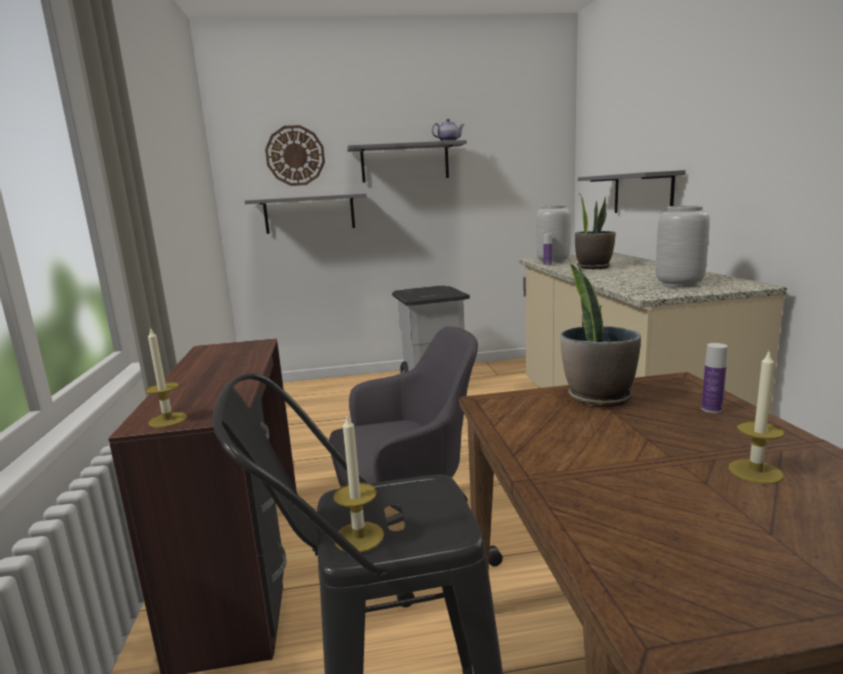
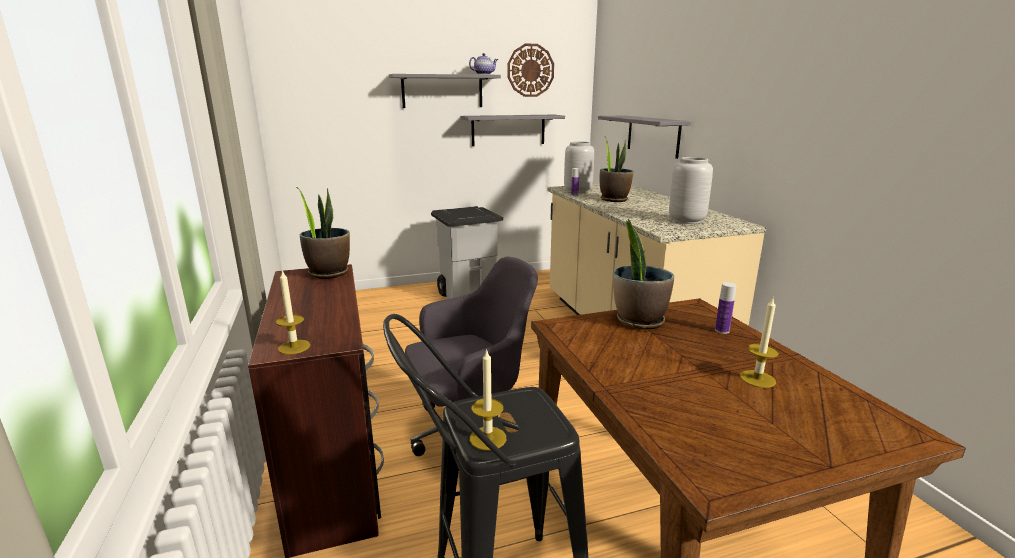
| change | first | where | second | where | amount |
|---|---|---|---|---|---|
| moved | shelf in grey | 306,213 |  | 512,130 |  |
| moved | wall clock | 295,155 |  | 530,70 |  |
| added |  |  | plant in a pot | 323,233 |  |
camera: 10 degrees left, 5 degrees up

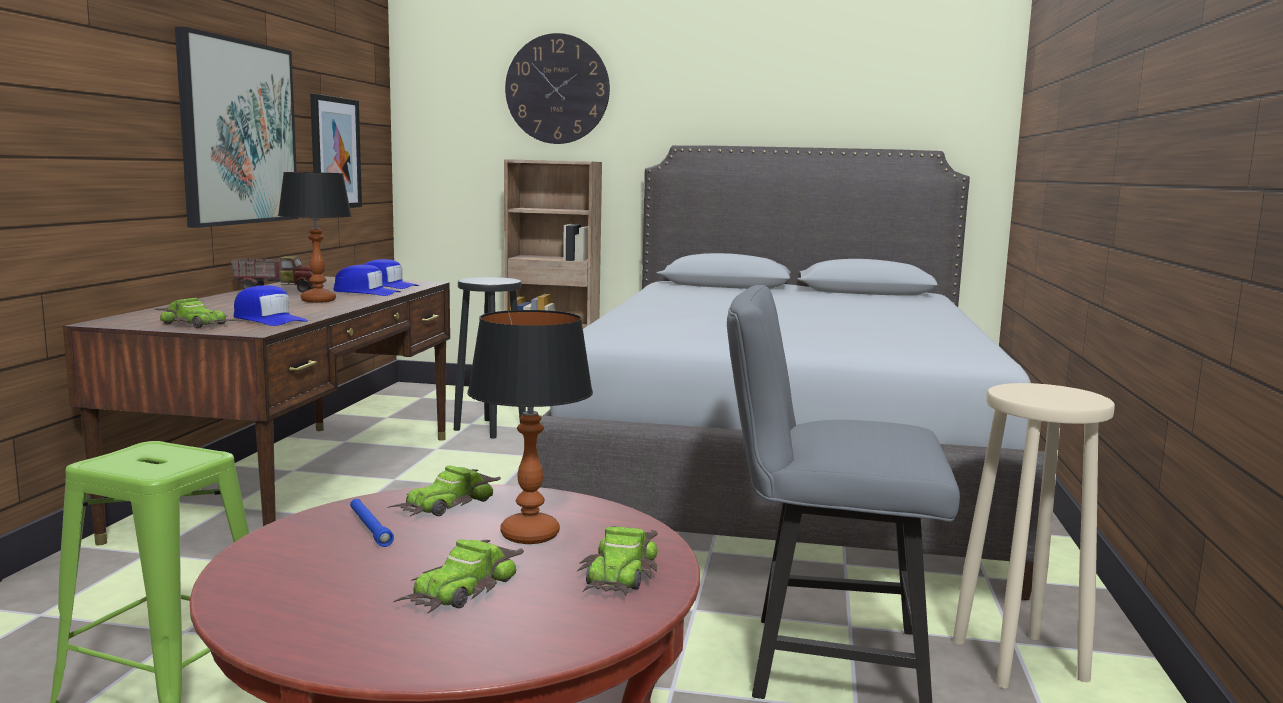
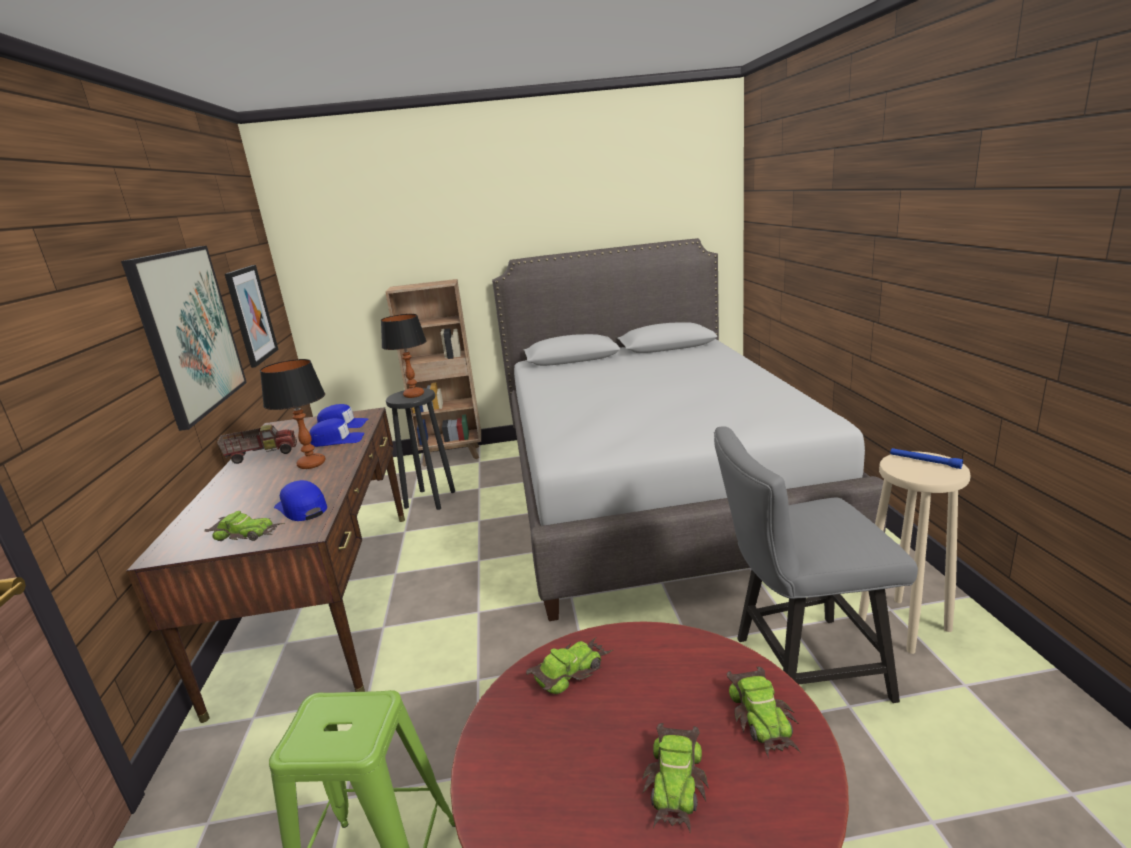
| change | first | where | second | where | amount |
|---|---|---|---|---|---|
| turned | peaked cap in bluish | 271,305 |  | 300,500 | 150 degrees counterclockwise |
| moved | flashlight in bluish | 372,523 |  | 926,458 |  |
| turned | miniature car | 444,491 |  | 569,666 | 150 degrees counterclockwise |
| moved | tabletop lamp | 530,427 |  | 403,356 |  |
| removed | wall clock | 557,88 |  |  |  |
camera: 15 degrees left, 10 degrees up

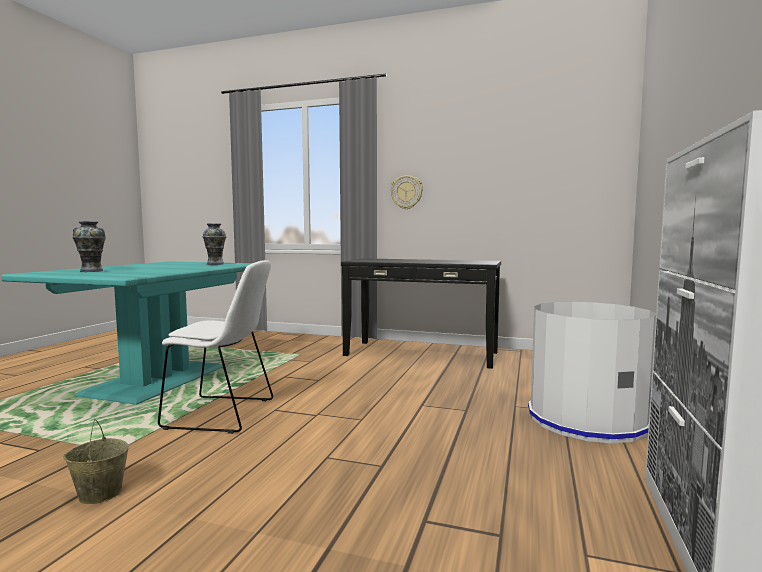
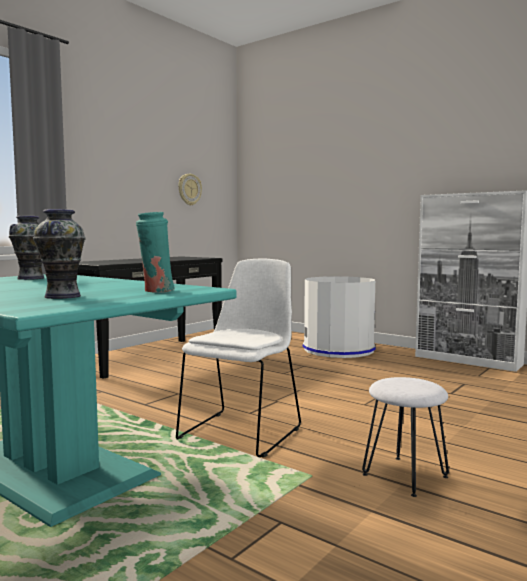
| change | first | where | second | where | amount |
|---|---|---|---|---|---|
| replaced | water bucket in beige-coloured | 96,461 | sitting stool in whitish | 405,437 |  |
| moved | wall clock | 406,192 |  | 190,190 |  |
| added |  |  | decorative vase in turquoise-coloured | 155,252 |  |
camera: 70 degrees left, 0 degrees up

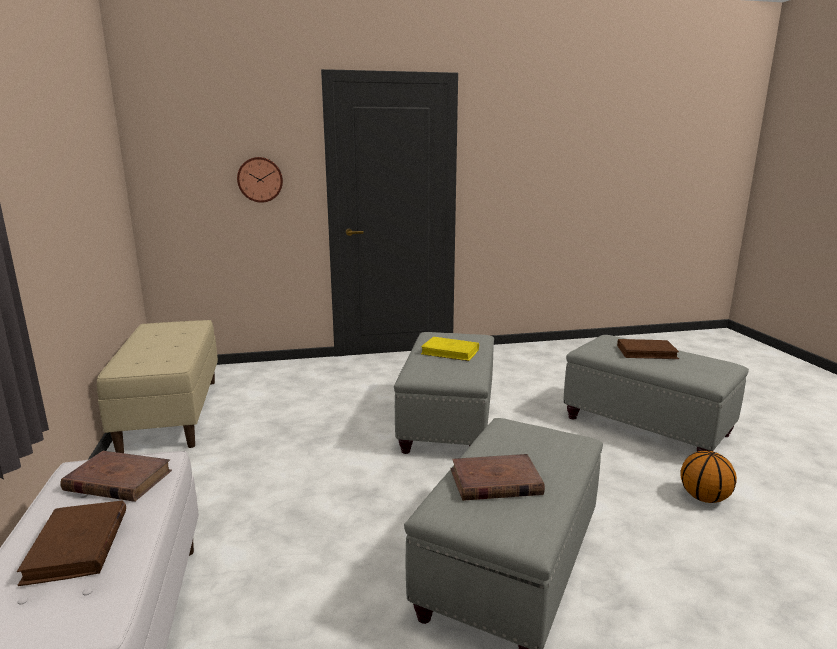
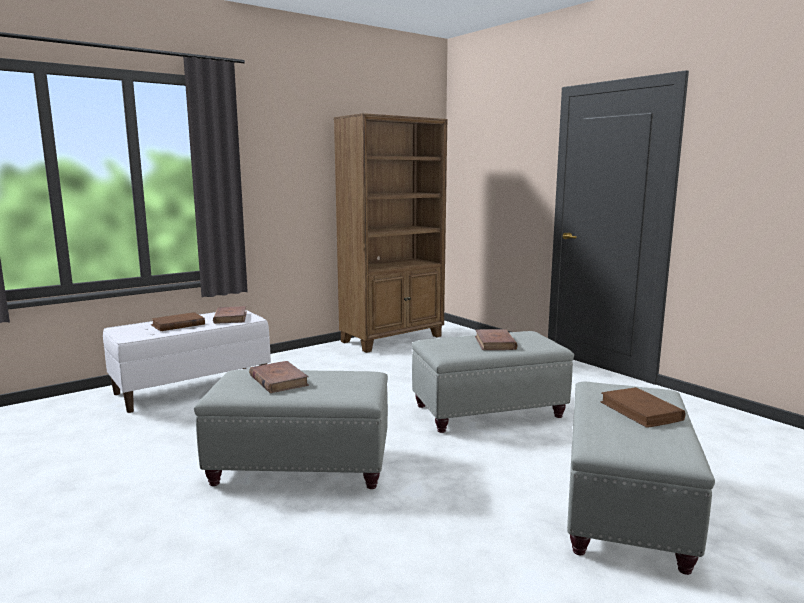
| change | first | where | second | where | amount |
|---|---|---|---|---|---|
| replaced | indoor bench in beige-coloured | 157,386 | bookcase in brownish | 390,233 |  |
| removed | wall clock | 260,180 |  |  |  |
| recoloured | book in yellowish | 450,349 | book in brownish | 496,339 |  |
| removed | ball for basketball | 708,477 |  |  |  |
camera: 65 degrees right, 5 degrees down

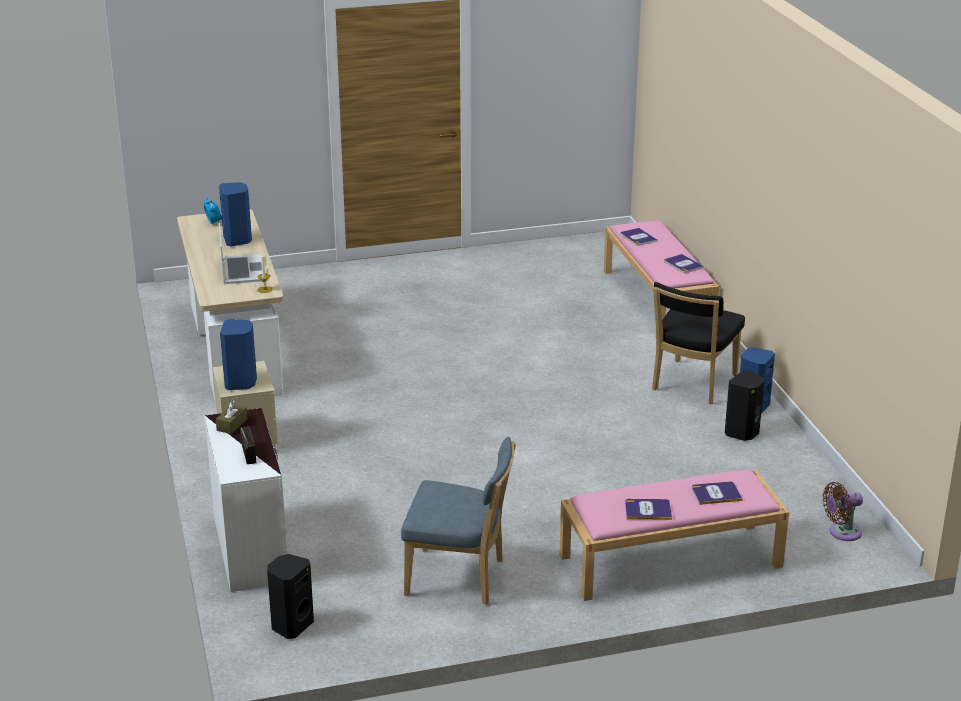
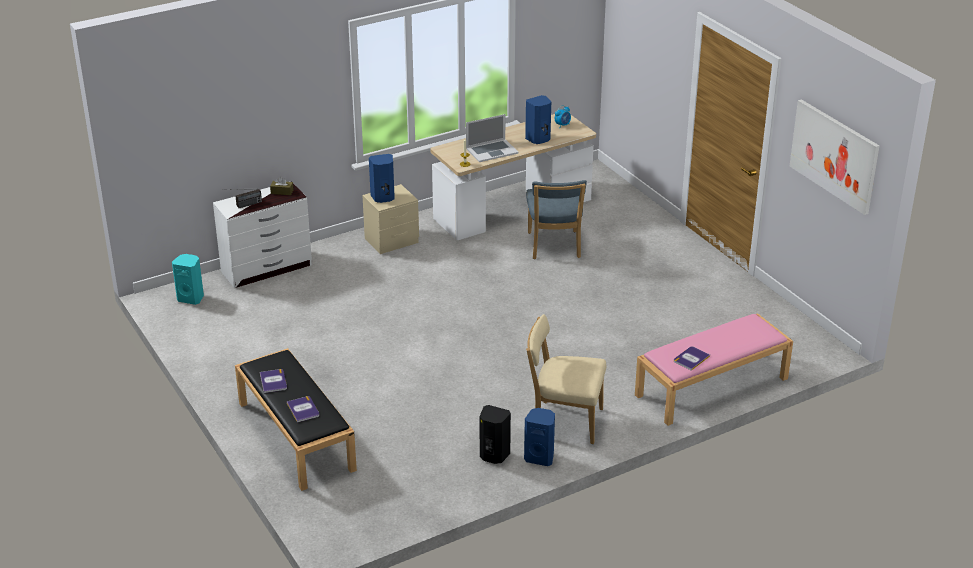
| change | first | where | second | where | amount |
|---|---|---|---|---|---|
| recoloured | speaker in blackish | 290,596 | speaker in turquoise-coloured | 188,279 |  |
| moved | upright chair in bluish | 458,521 |  | 556,219 |  |
| recoloured | indoor bench in pinkish | 674,535 | indoor bench in blackish | 296,419 |  |
| removed | book | 638,237 |  |  |  |
| recoloured | upright chair in blackish | 698,343 | upright chair in beige-coloured | 566,379 |  |
| removed | cooling fan in brownish | 843,511 |  |  |  |
| added |  |  | picture | 834,157 |  |
camera: 75 degrees right, 5 degrees up

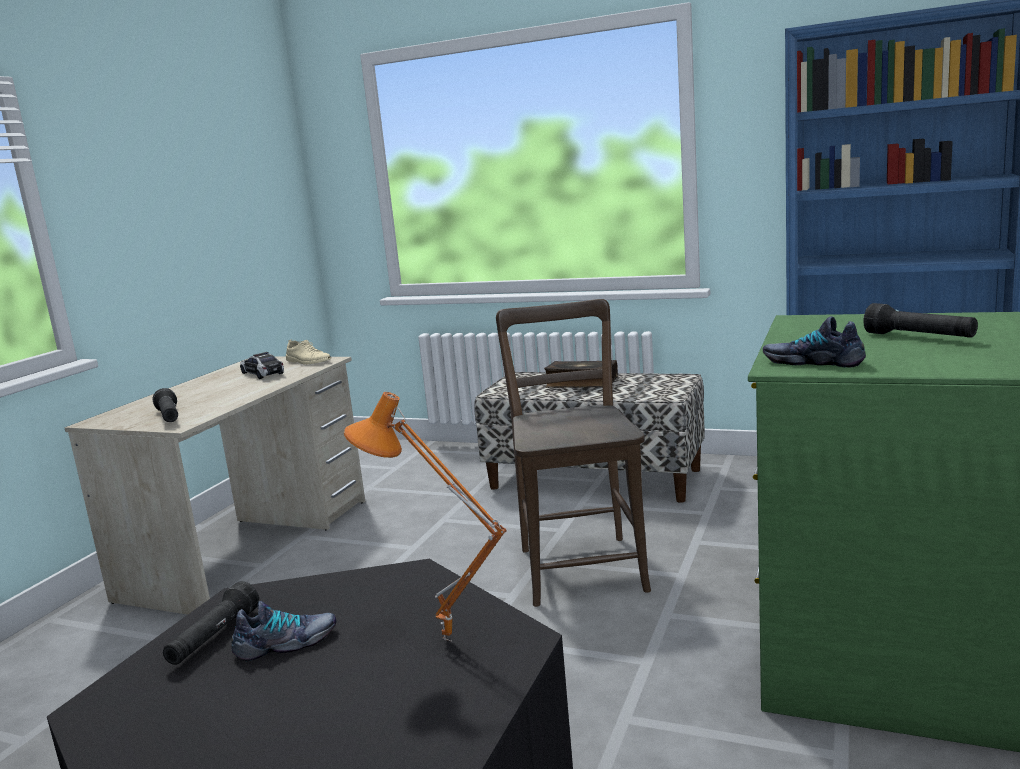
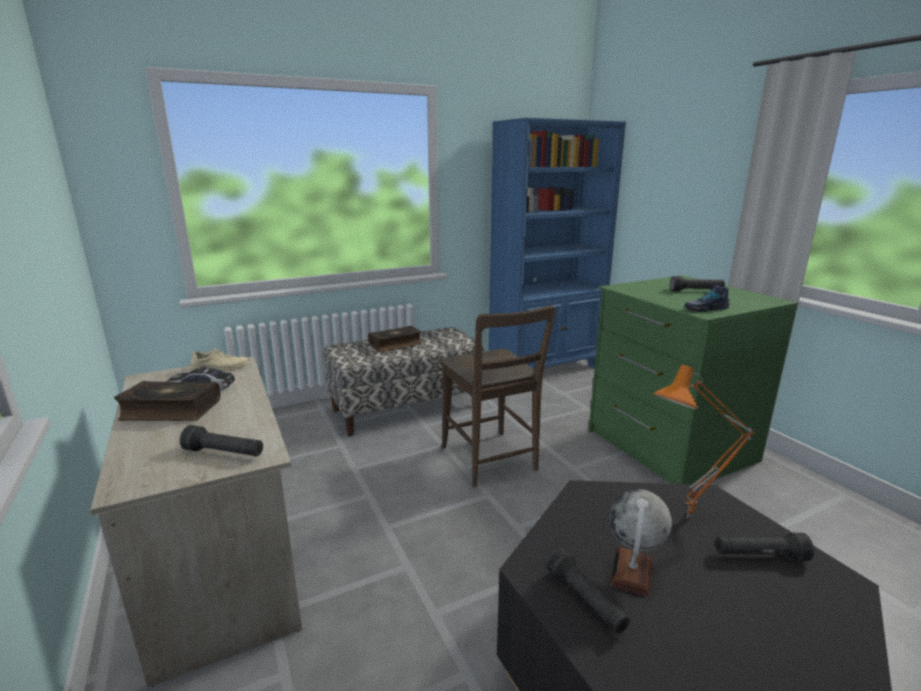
| change | first | where | second | where | amount |
|---|---|---|---|---|---|
| replaced | low shoe | 283,631 | world globe | 640,543 |  |
| turned | upright chair in brownish | 573,453 |  | 498,396 | 150 degrees counterclockwise |
| added |  |  | book | 167,401 |  |
| added |  |  | flashlight in blackish | 764,547 |  |
camera: 50 degrees left, 5 degrees up

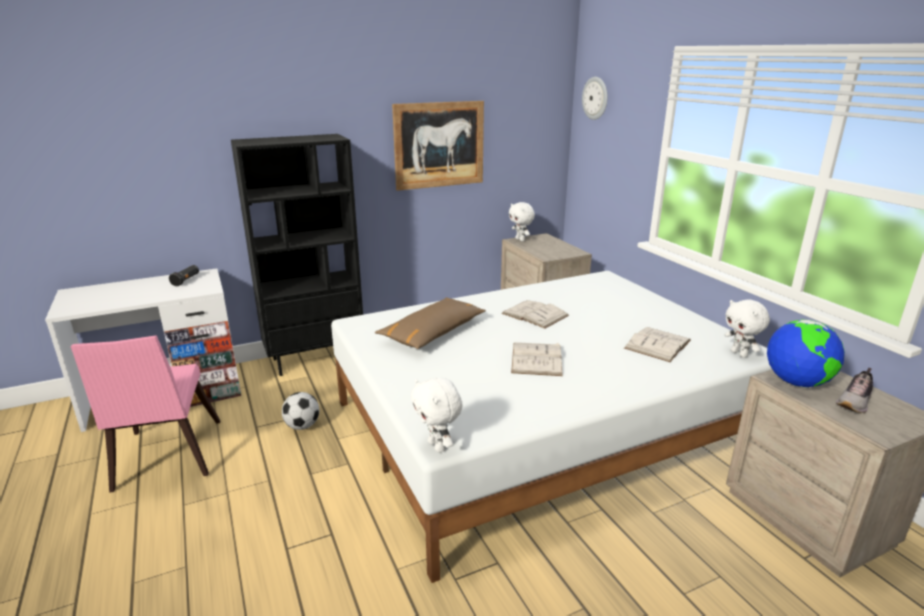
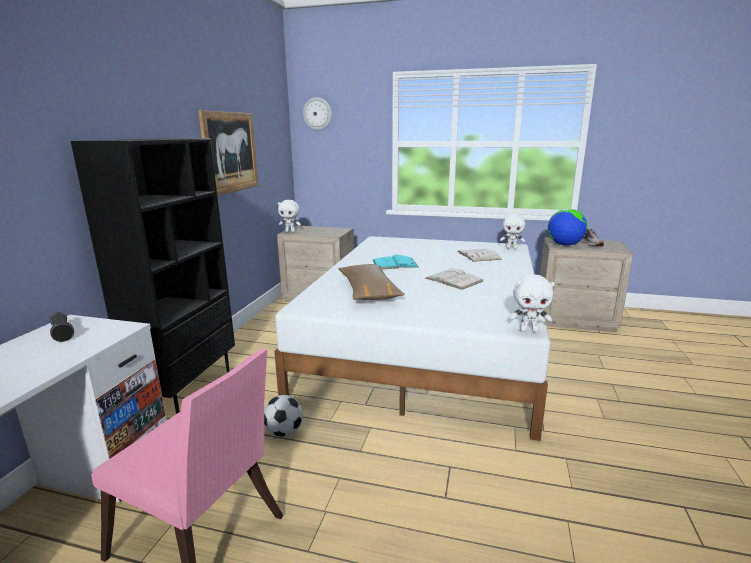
| change | first | where | second | where | amount |
|---|---|---|---|---|---|
| recoloured | book in whitish | 535,314 | book in turquoise-coloured | 396,262 |  |
camera: 50 degrees left, 5 degrees down

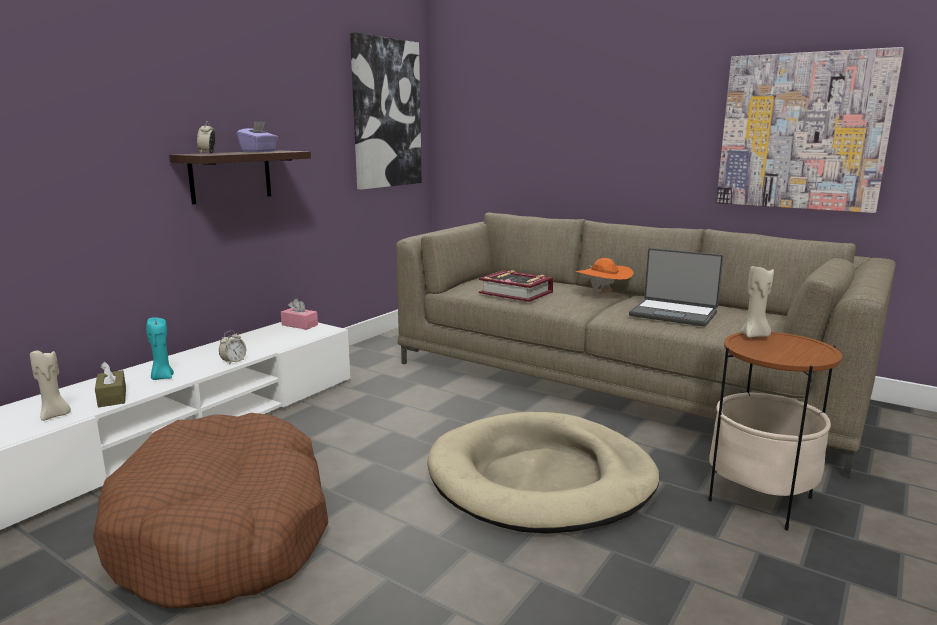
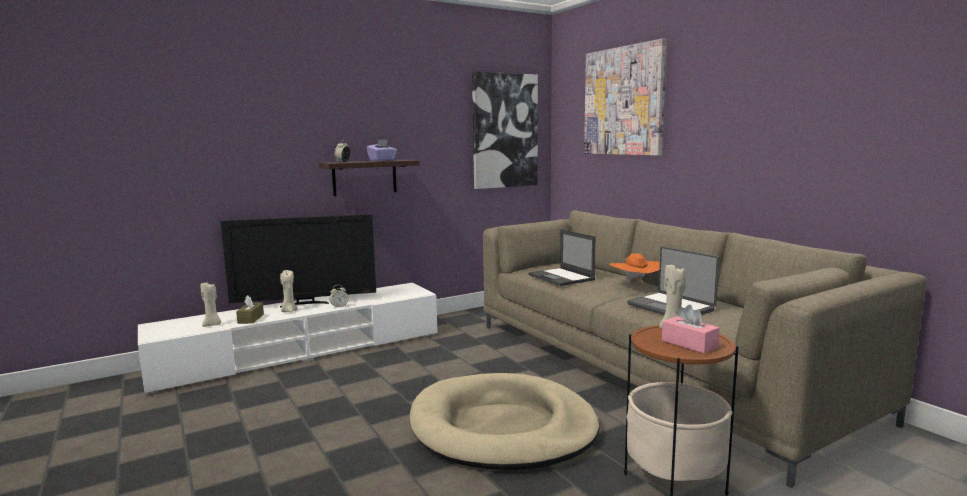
| change | first | where | second | where | amount |
|---|---|---|---|---|---|
| removed | dog bed in brownish | 211,511 |  |  |  |
| recoloured | wax light in turquoise-coloured | 160,348 | wax light in beige-coloured | 288,291 |  |
| moved | box of tissues in pinkish | 299,314 |  | 691,329 |  |
| replaced | book | 516,286 | portable computer | 561,257 |  |
| moved | picture | 810,130 |  | 625,97 |  |
| added |  |  | TV | 298,261 |  |
camera: 25 degrees right, 5 degrees down

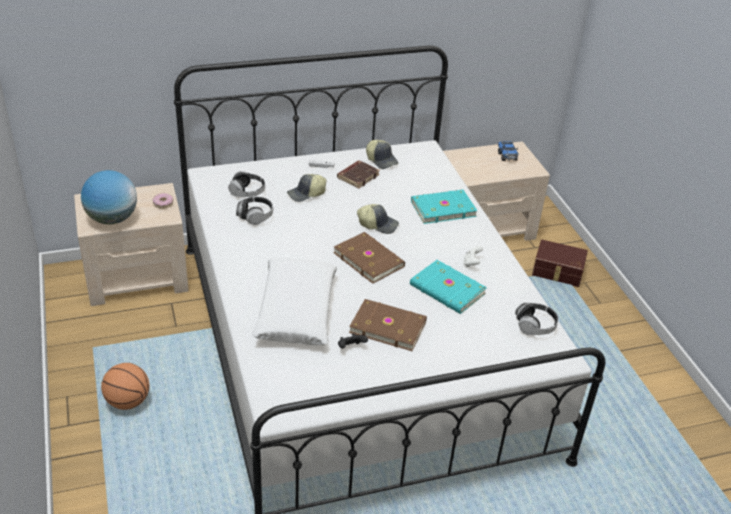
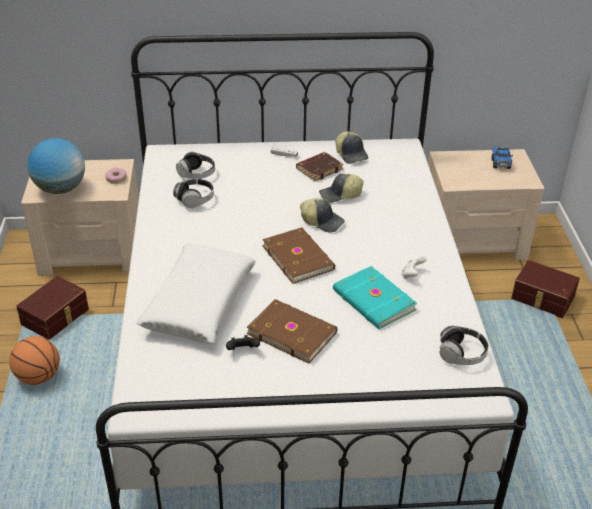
| change | first | where | second | where | amount |
|---|---|---|---|---|---|
| moved | peaked cap | 306,188 |  | 341,188 |  |
| removed | book in turquoise-coloured | 444,207 |  |  |  |
| added |  |  | storage box in brownish | 52,308 |  |
camera: 15 degrees right, 0 degrees up

